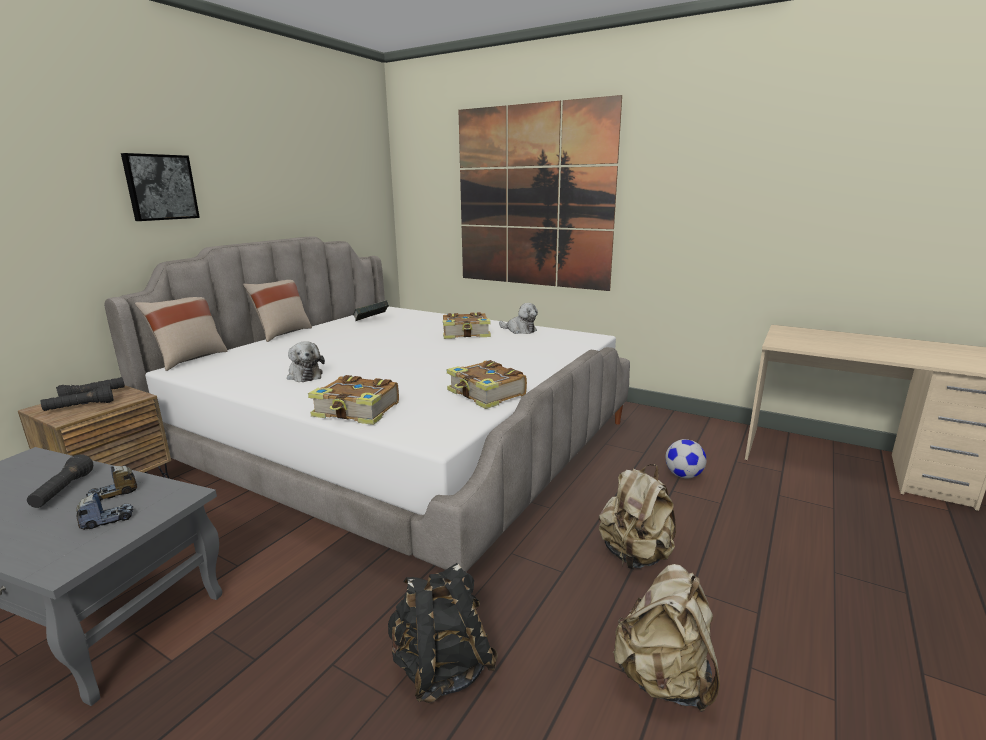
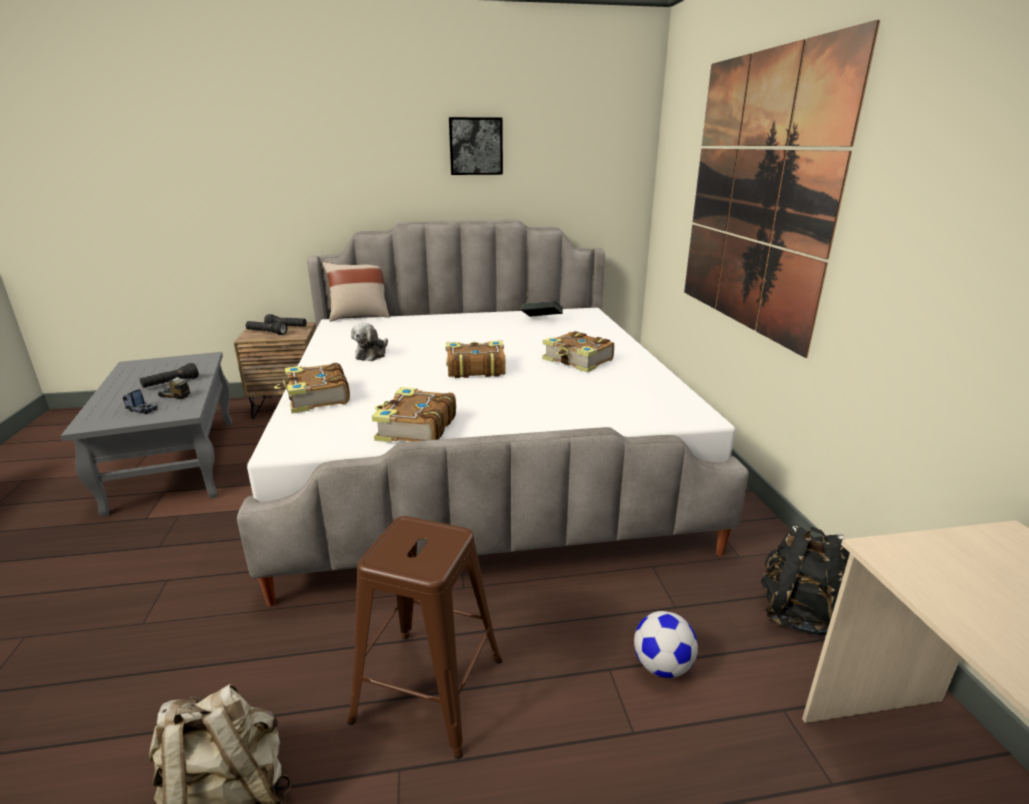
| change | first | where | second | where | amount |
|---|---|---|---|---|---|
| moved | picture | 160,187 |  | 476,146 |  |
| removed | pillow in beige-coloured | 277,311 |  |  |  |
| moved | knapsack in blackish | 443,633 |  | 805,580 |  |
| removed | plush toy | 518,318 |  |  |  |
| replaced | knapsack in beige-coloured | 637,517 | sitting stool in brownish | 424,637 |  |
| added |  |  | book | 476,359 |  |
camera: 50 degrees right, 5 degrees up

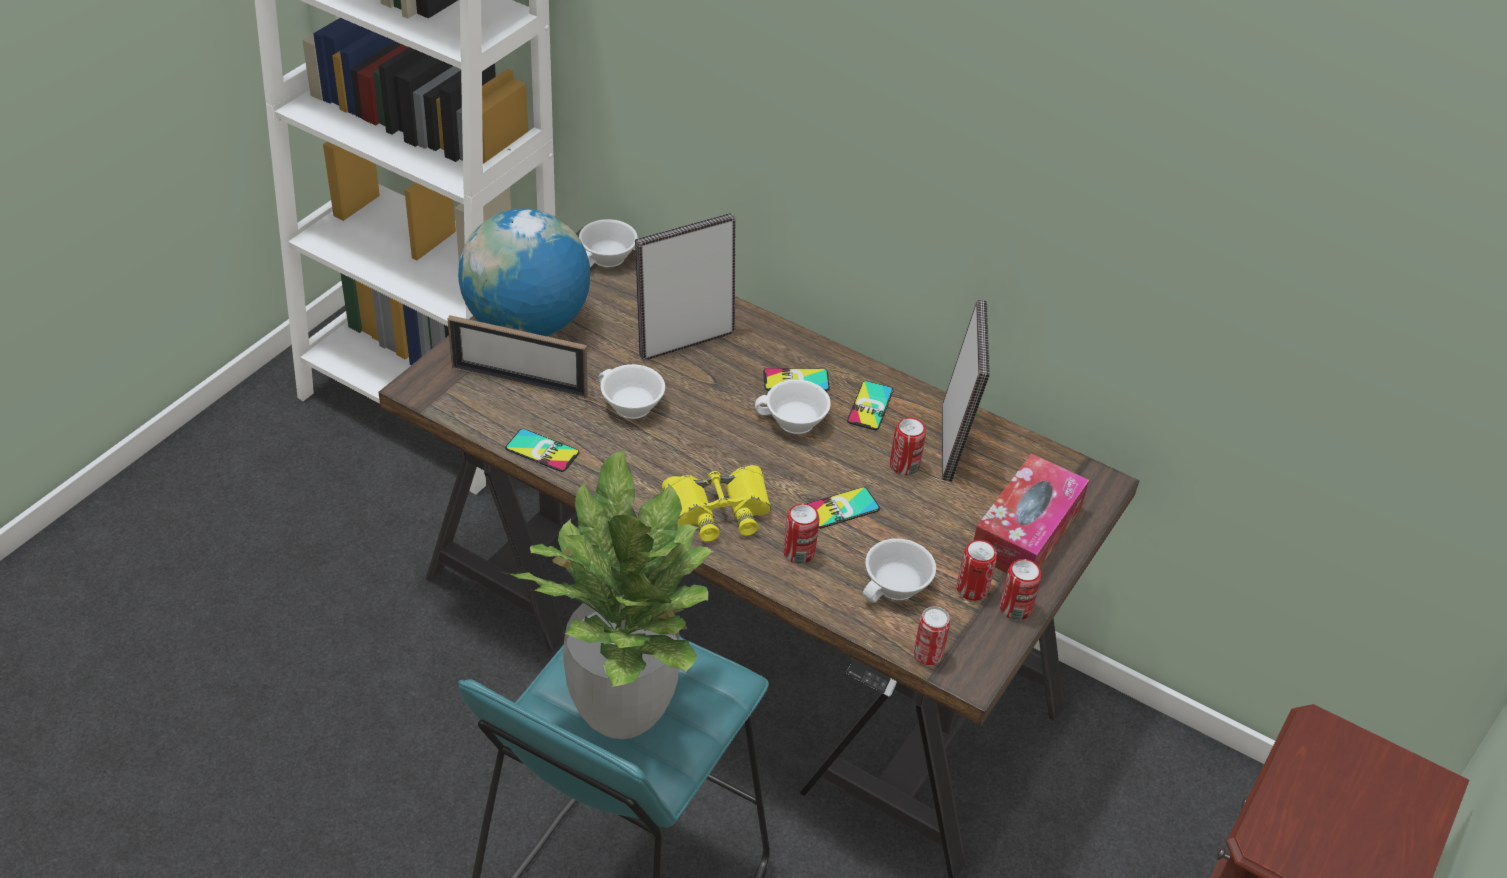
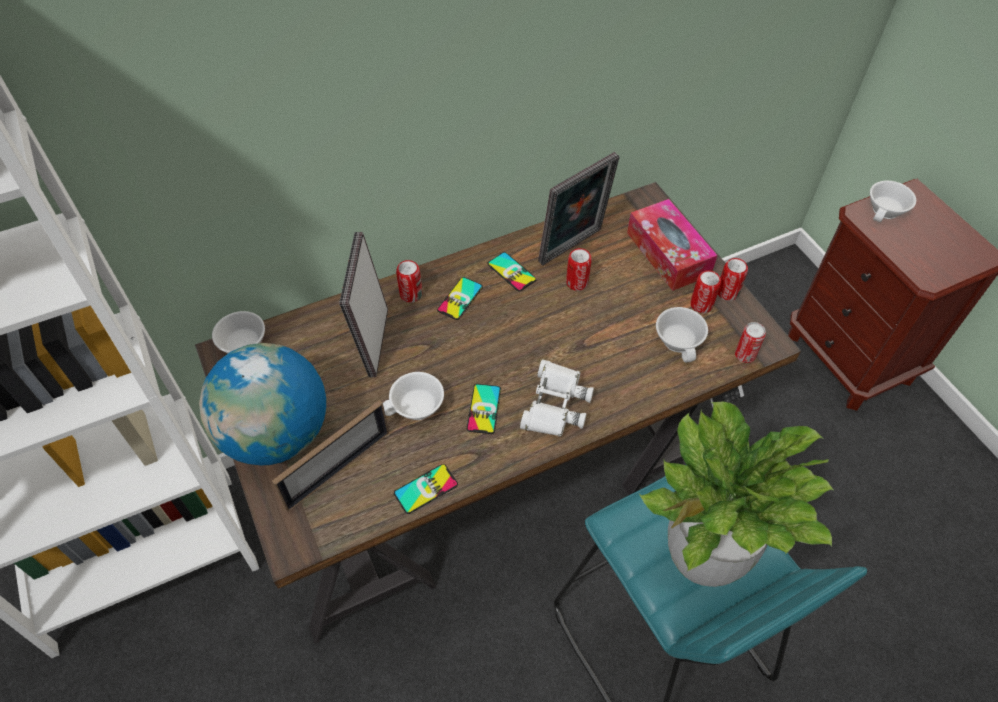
| change | first | where | second | where | amount |
|---|---|---|---|---|---|
| recoloured | pair of binoculars in yellowish | 716,503 | pair of binoculars in whitish | 557,398 |  |
| moved | small cup in whitish | 793,406 |  | 893,201 |  |
| moved | sealed can | 801,533 |  | 409,281 |  |
| moved | phone | 843,507 |  | 484,409 |  |
| turned | photo frame | 966,390 |  | 579,208 | 105 degrees clockwise |
camera: 55 degrees left, 10 degrees up

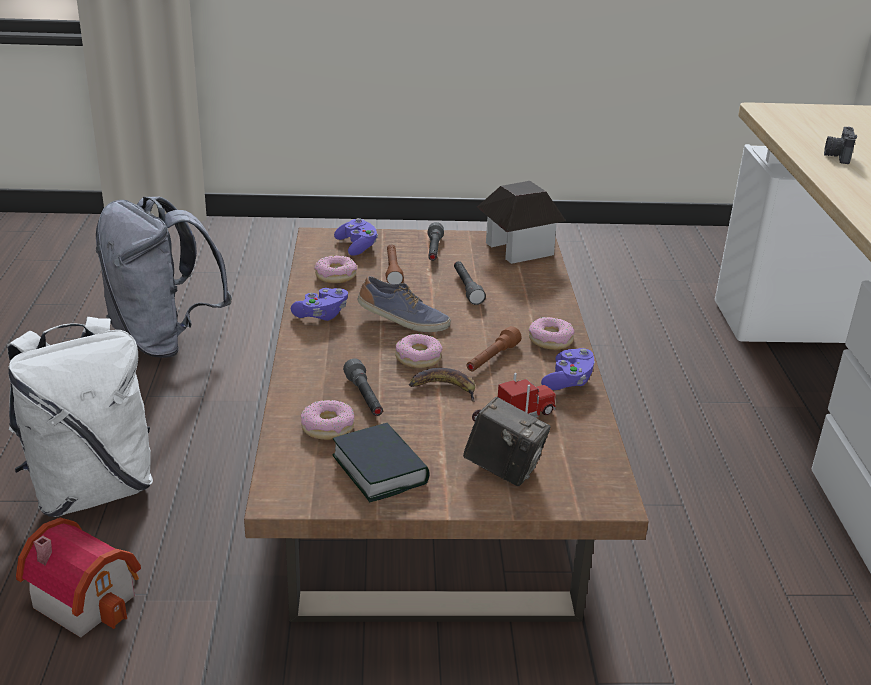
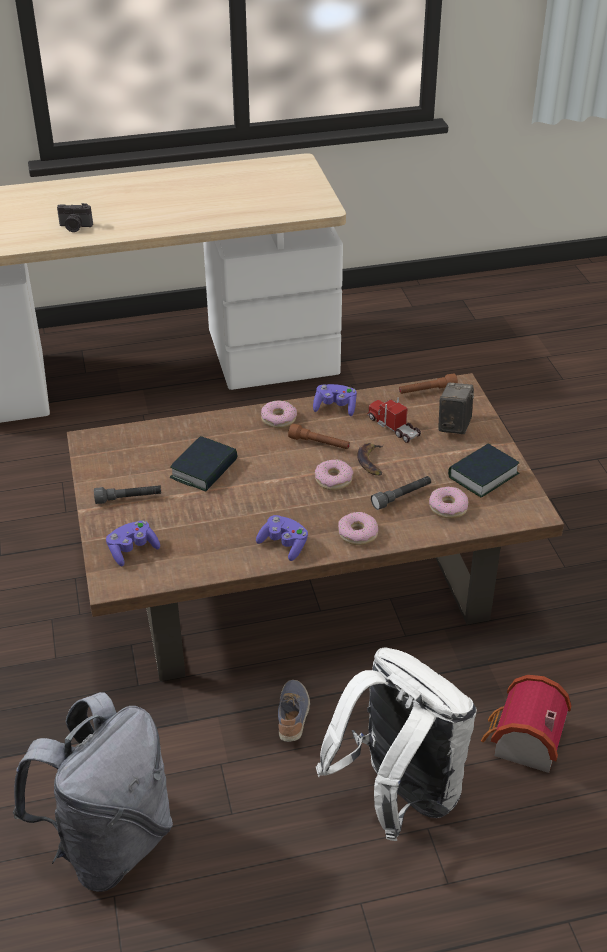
| change | first | where | second | where | amount |
|---|---|---|---|---|---|
| moved | doughnut | 335,269 |  | 358,528 |  |
| moved | low shoe | 404,304 |  | 294,711 |  |
| moved | flashlight in brownish | 395,264 |  | 428,384 |  |
| replaced | flashlight in grey | 470,283 | book | 203,464 |  |
| removed | miniature house | 521,222 |  |  |  |
camera: 100 degrees left, 10 degrees up

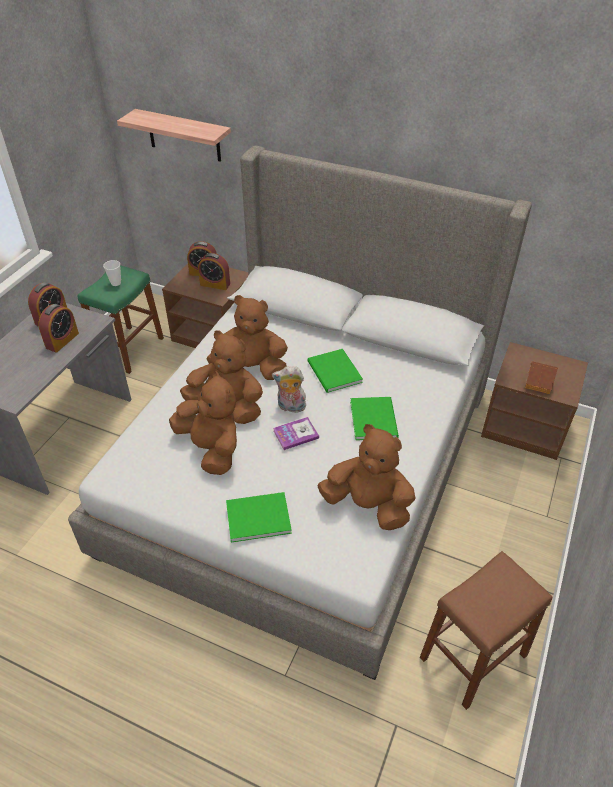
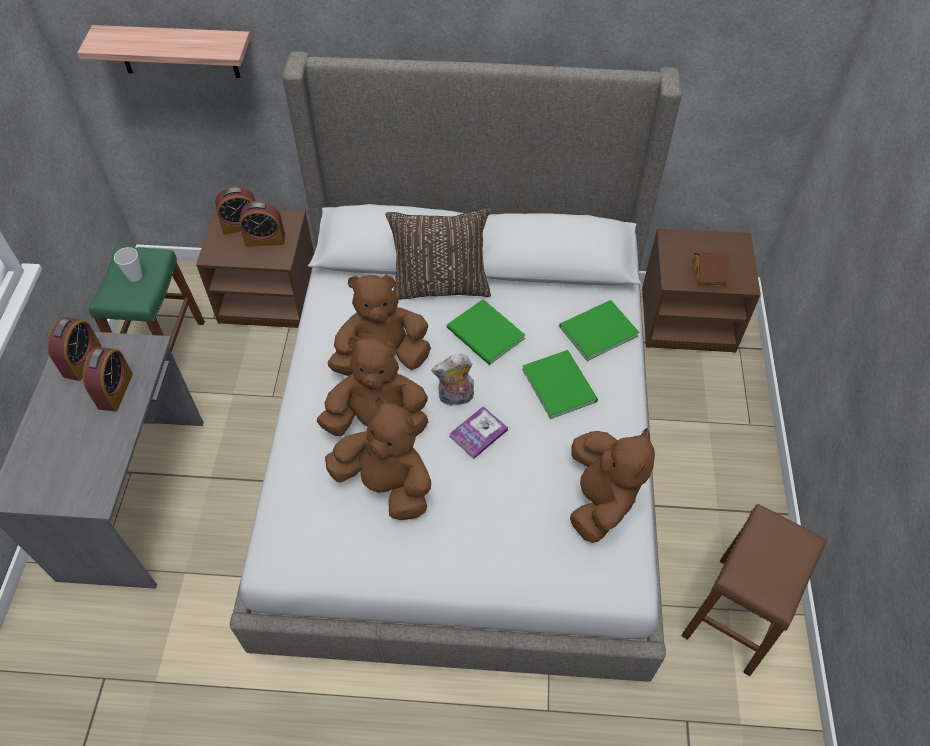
| change | first | where | second | where | amount |
|---|---|---|---|---|---|
| moved | book in green-coloured | 259,517 |  | 599,330 |  |
| turned | plush toy in brownish | 366,477 |  | 612,485 | 90 degrees clockwise |
| added |  |  | pillow in brownish | 438,254 |  |
camera: 20 degrees left, 10 degrees up

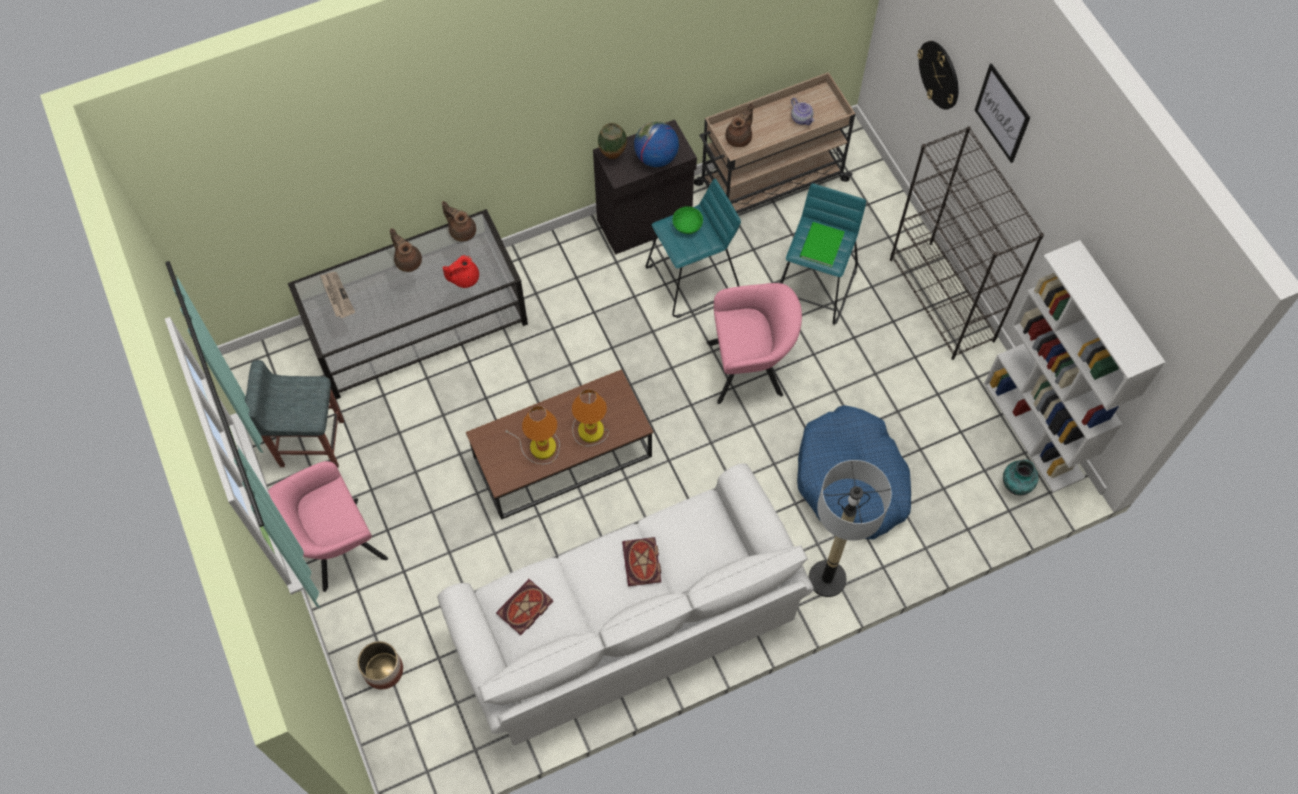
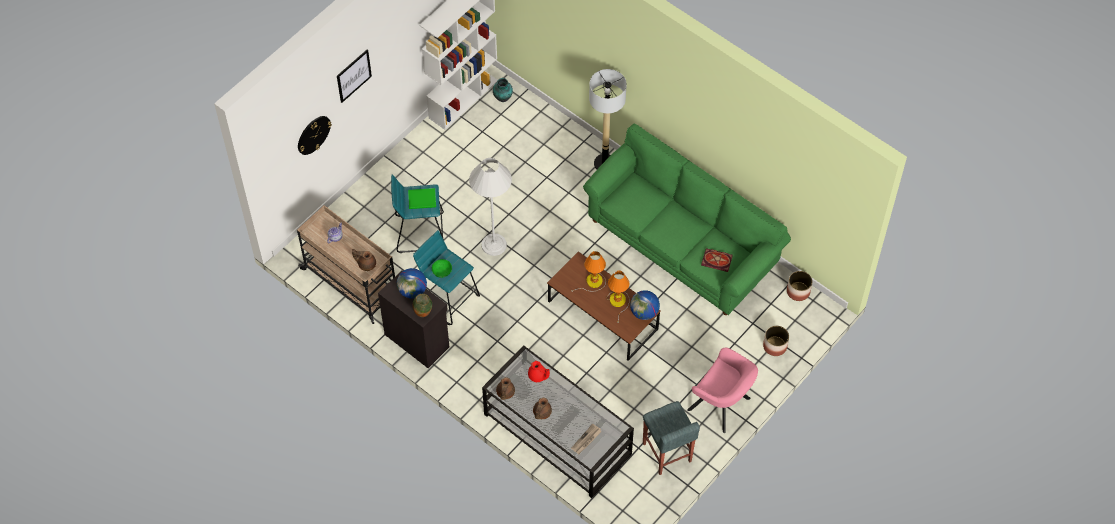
| change | first | where | second | where | amount |
|---|---|---|---|---|---|
| recoloured | settee in whitish | 625,604 | settee in green-coloured | 687,219 |  |
| removed | book | 641,561 |  |  |  |
| replaced | armchair in pinkish | 754,343 | standard lamp in whitish | 490,207 |  |
| removed | dog bed in bluish | 854,472 |  |  |  |
| removed | bookcase in blackish | 967,243 |  |  |  |
| added |  |  | world globe | 645,305 |  |
| added |  |  | flower pot | 799,286 |  |
camera: 115 degrees left, 5 degrees down

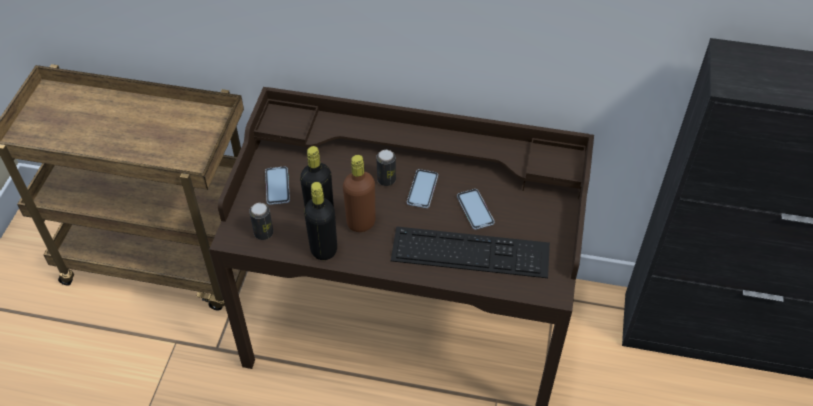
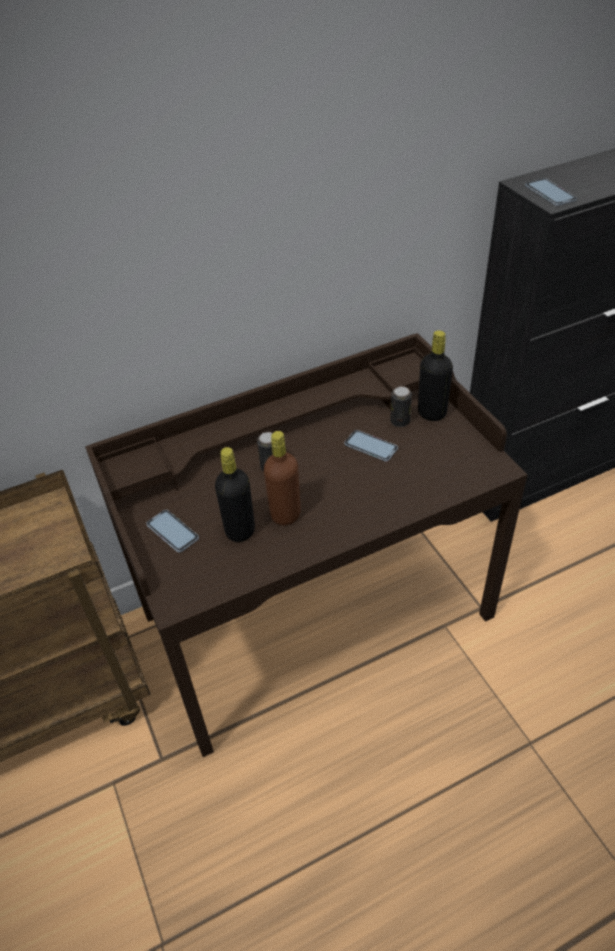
| change | first | where | second | where | amount |
|---|---|---|---|---|---|
| moved | sealed can | 261,221 |  | 401,406 |  |
| moved | drink bottle in blackish | 320,221 |  | 435,375 |  |
| removed | keyboard | 470,252 |  |  |  |
| moved | phone | 422,188 |  | 551,192 |  |
camera: 35 degrees left, 5 degrees down

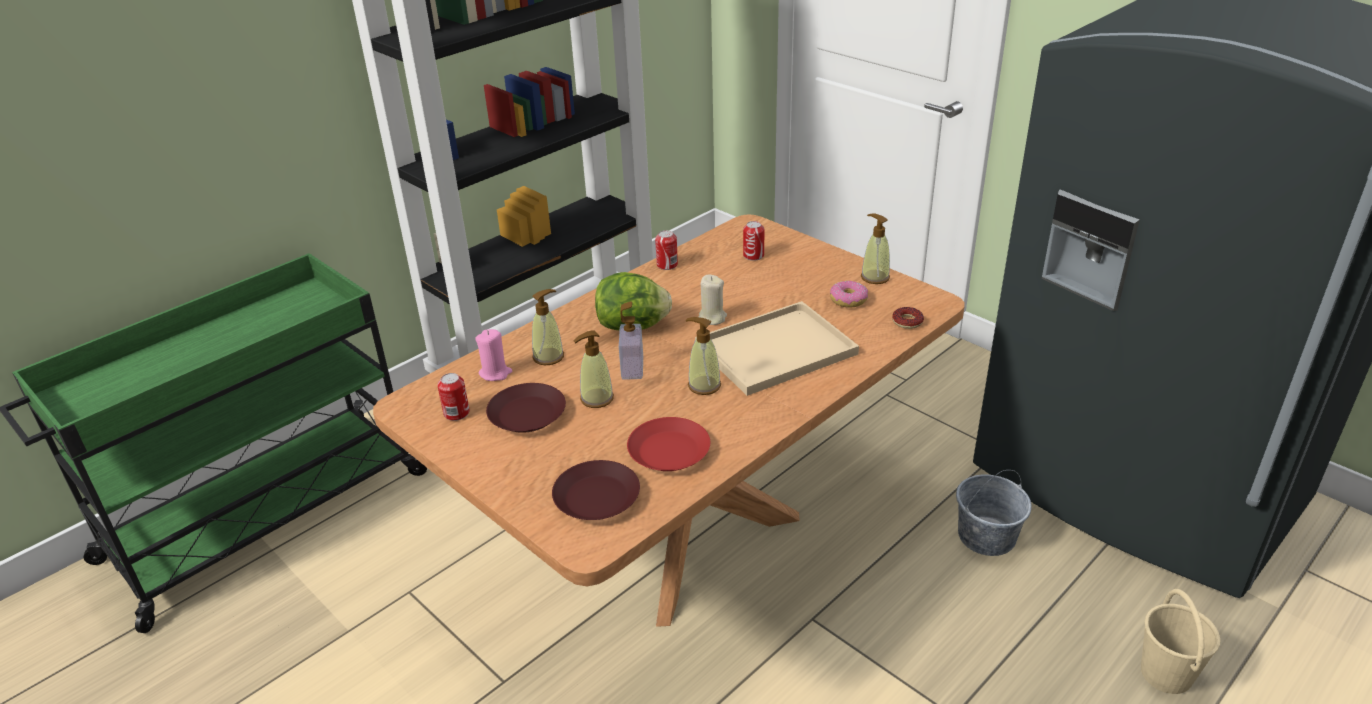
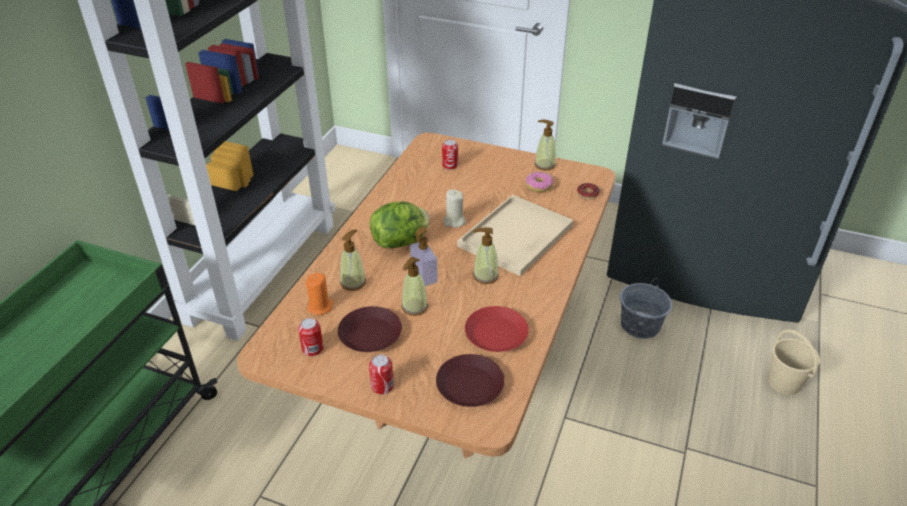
| change | first | where | second | where | amount |
|---|---|---|---|---|---|
| recoloured | wax light in pinkish | 493,355 | wax light in orange | 319,294 |  |
| moved | sealed can | 666,250 |  | 381,374 |  |
camera: 25 degrees left, 5 degrees up

